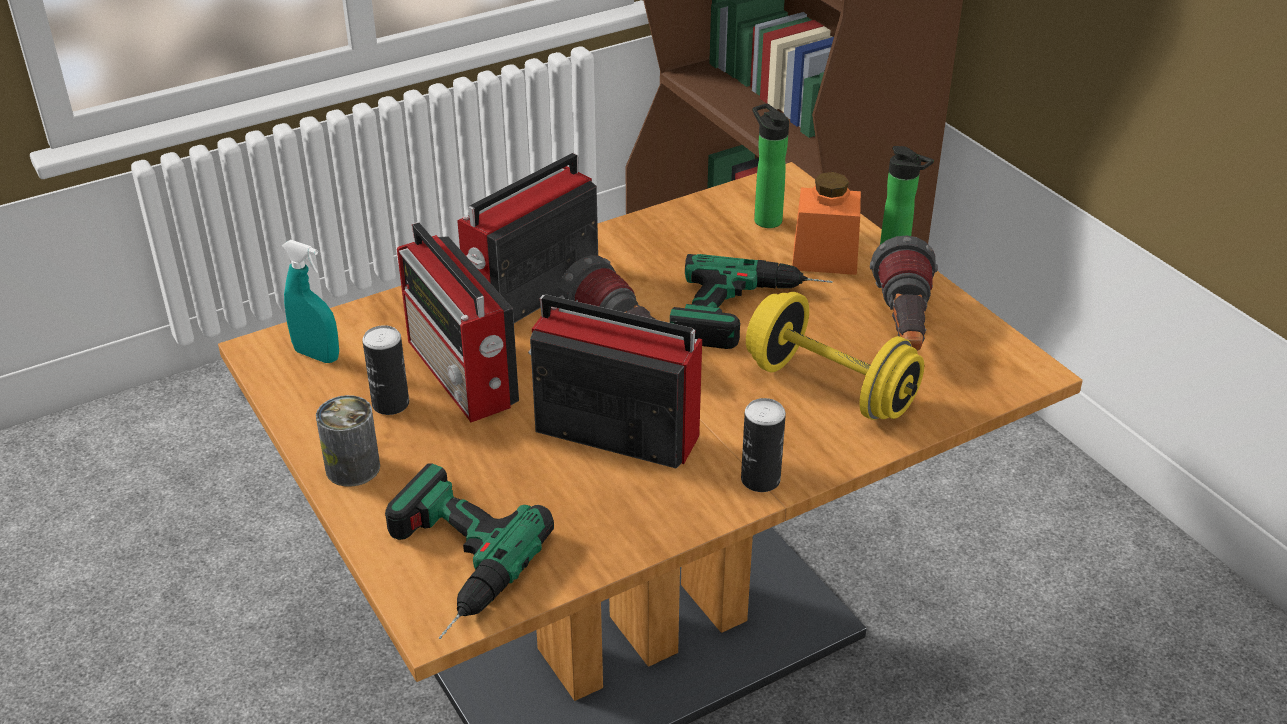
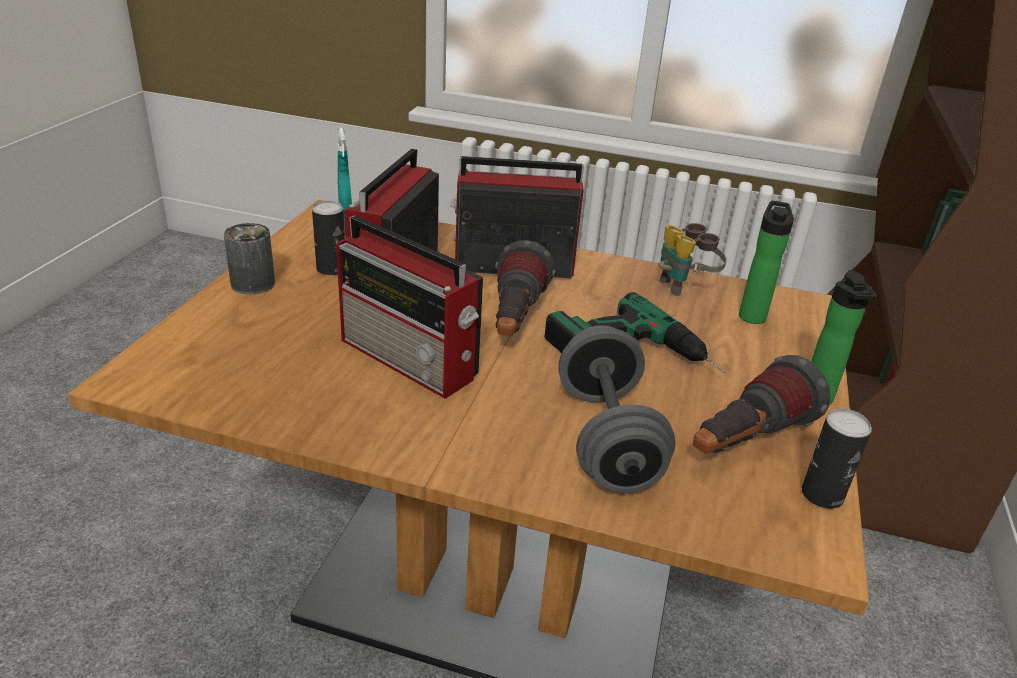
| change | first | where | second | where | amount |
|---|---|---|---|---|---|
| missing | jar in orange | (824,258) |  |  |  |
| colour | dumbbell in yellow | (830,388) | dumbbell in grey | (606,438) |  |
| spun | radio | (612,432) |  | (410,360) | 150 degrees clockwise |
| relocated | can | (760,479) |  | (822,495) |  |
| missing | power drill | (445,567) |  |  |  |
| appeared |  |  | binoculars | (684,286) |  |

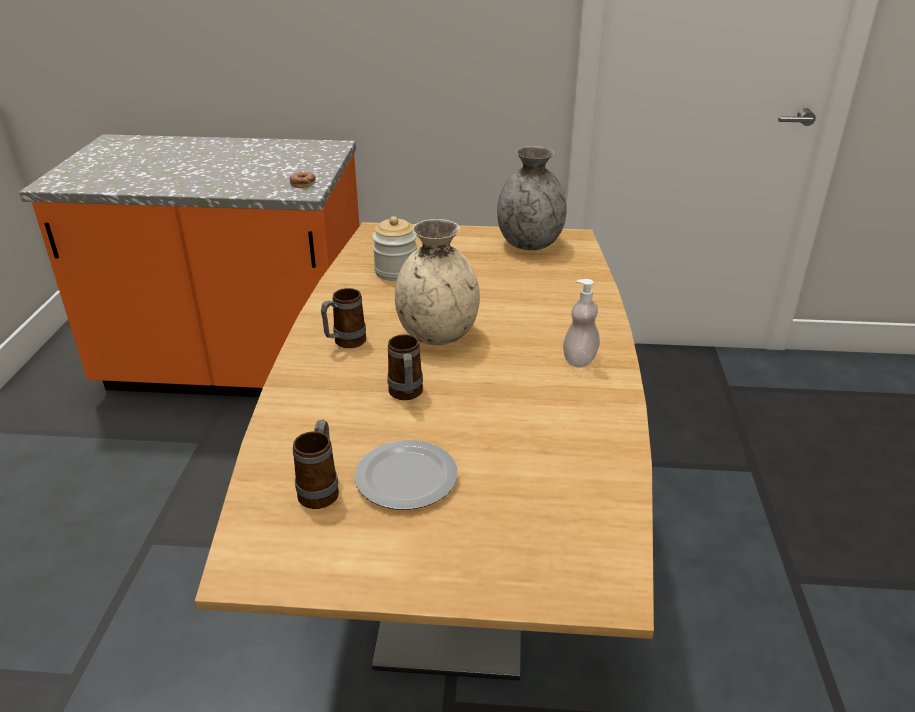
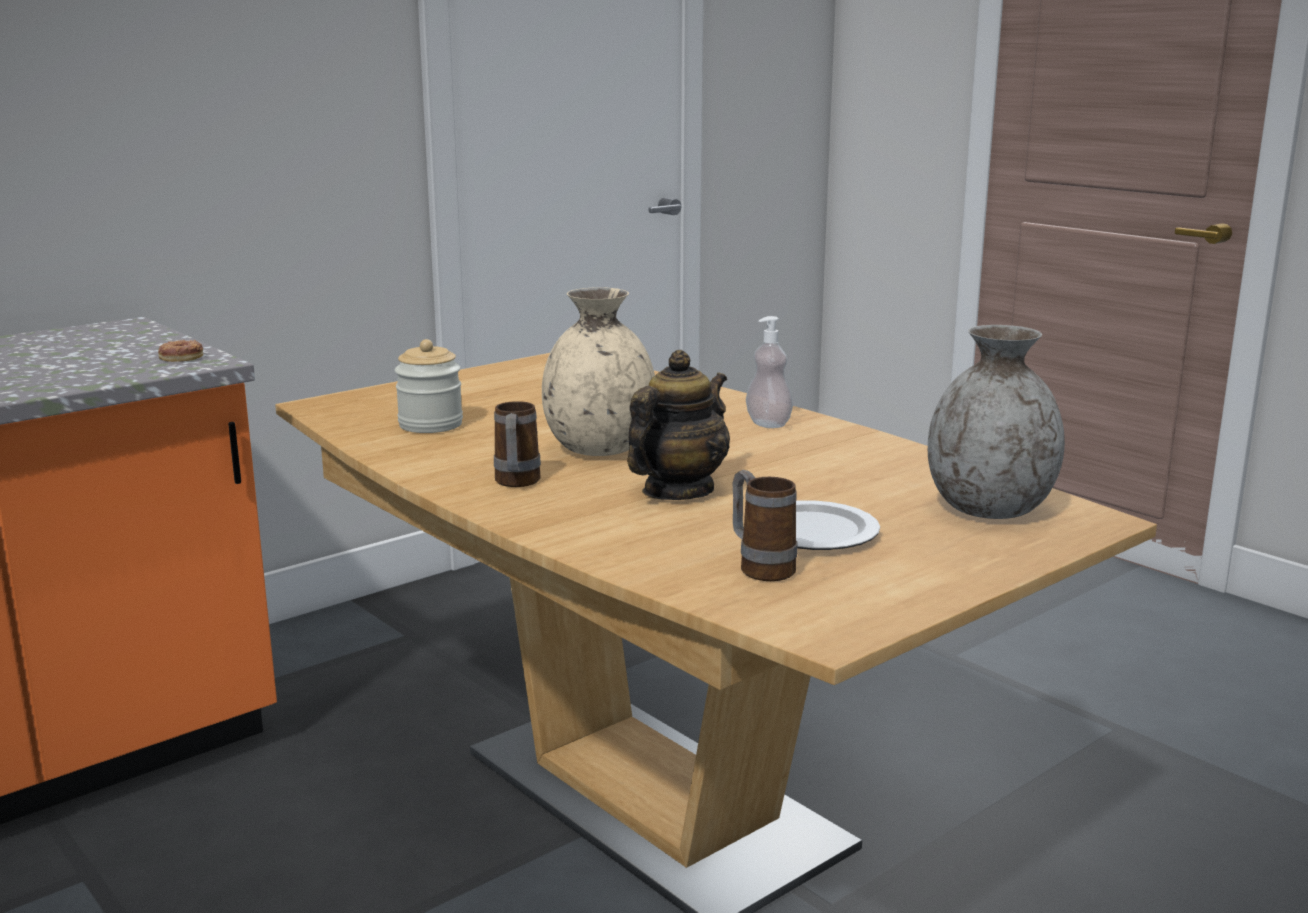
| change | first | where | second | where | amount |
|---|---|---|---|---|---|
| relocated | vase in grey | (529,243) |  | (988,509) |  |
| exchanged | mug | (406,395) | teapot | (677,491) |  |

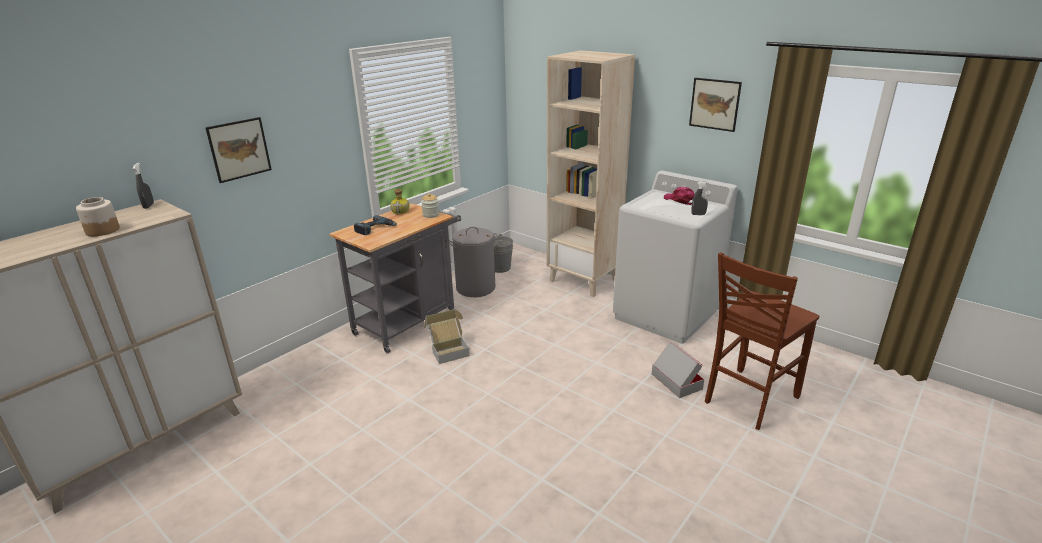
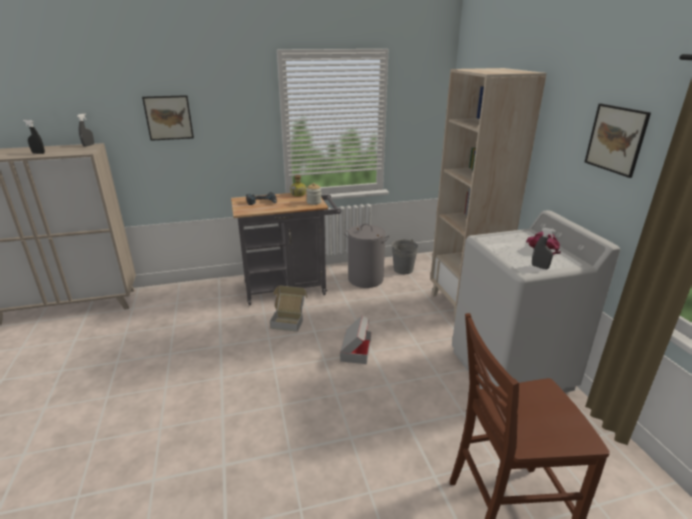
| change | first | where | second | where | amount |
|---|---|---|---|---|---|
| exchanged | jar | (102,230) | spray bottle in black | (38,153) |  |
| relocated | cardboard box | (676,381) |  | (356,350) |  |

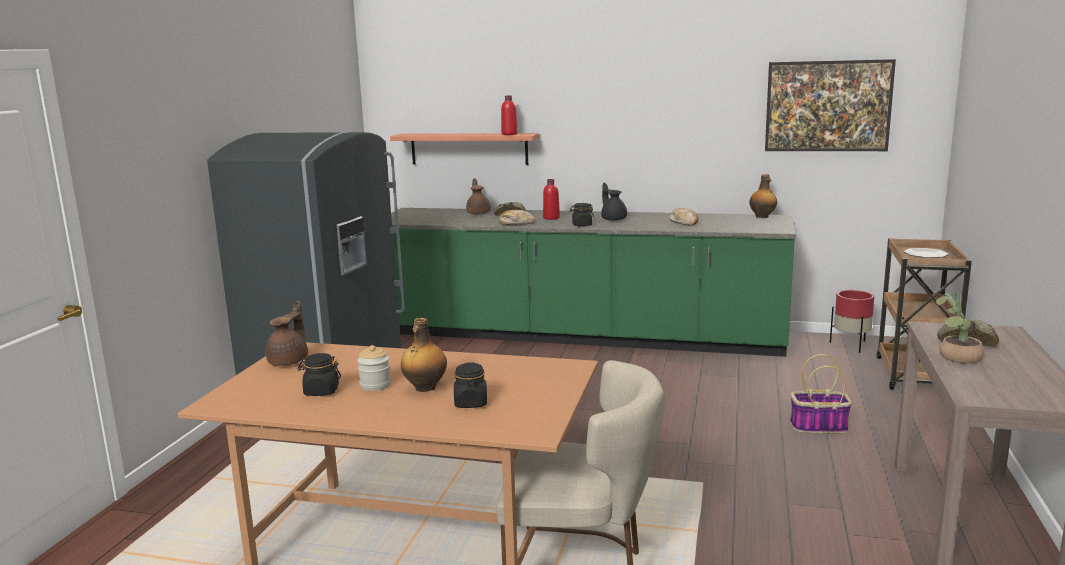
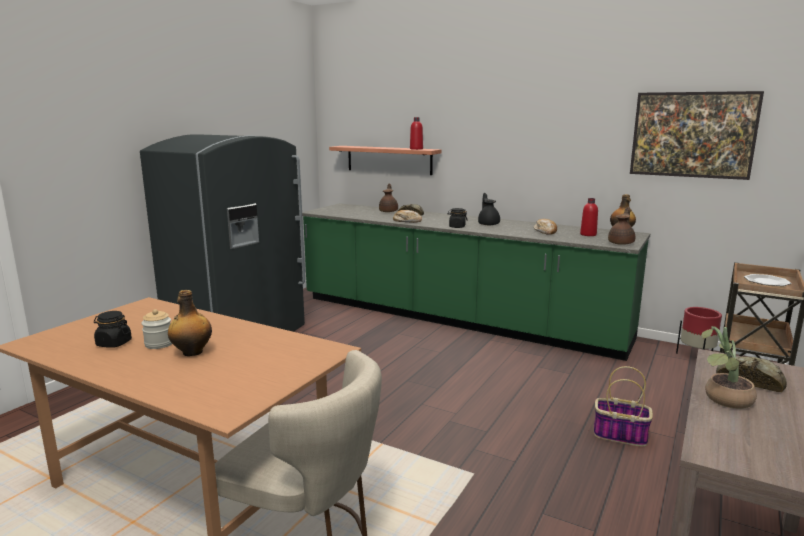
| change | first | where | second | where | amount |
|---|---|---|---|---|---|
| relocated | bottle in red | (551,218) |  | (588,234) |  |
| relocated | teapot in brown | (290,361) |  | (621,243) |  |
| missing | jar in black | (471,403) |  |  |  |

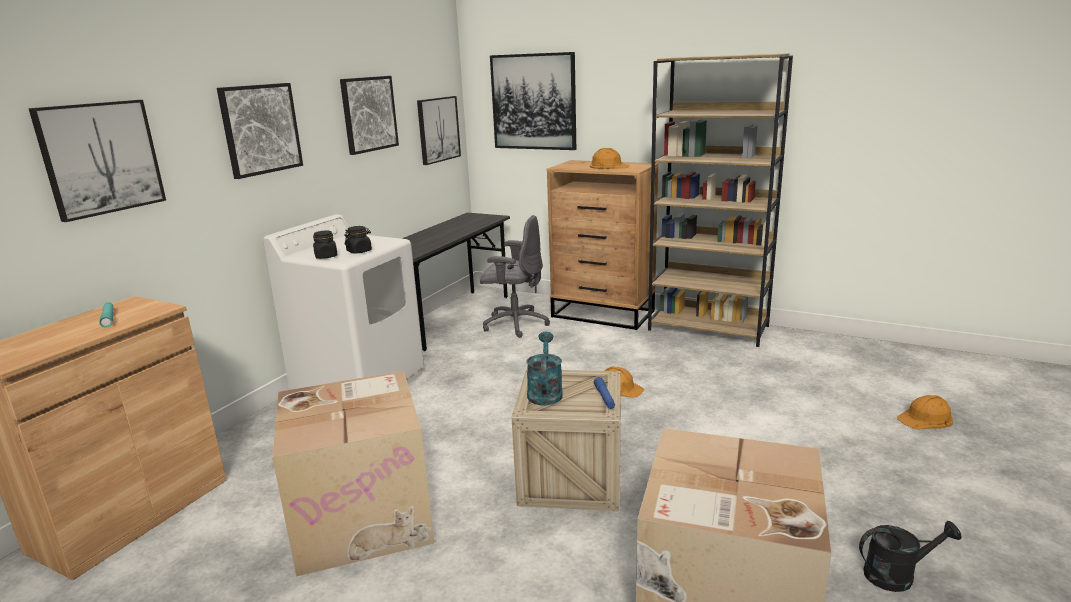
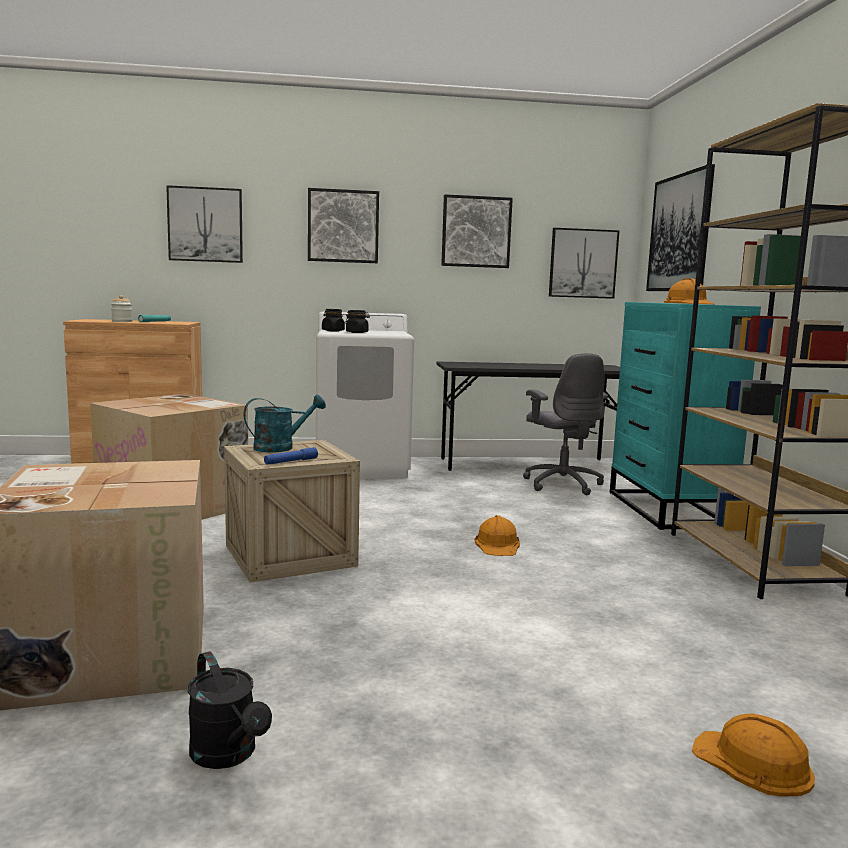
| change | first | where | second | where | amount |
|---|---|---|---|---|---|
| colour | dresser in brown | (603,314) | dresser in turquoise | (667,509) |  |
| appeared |  |  | jar | (122,321) |  |

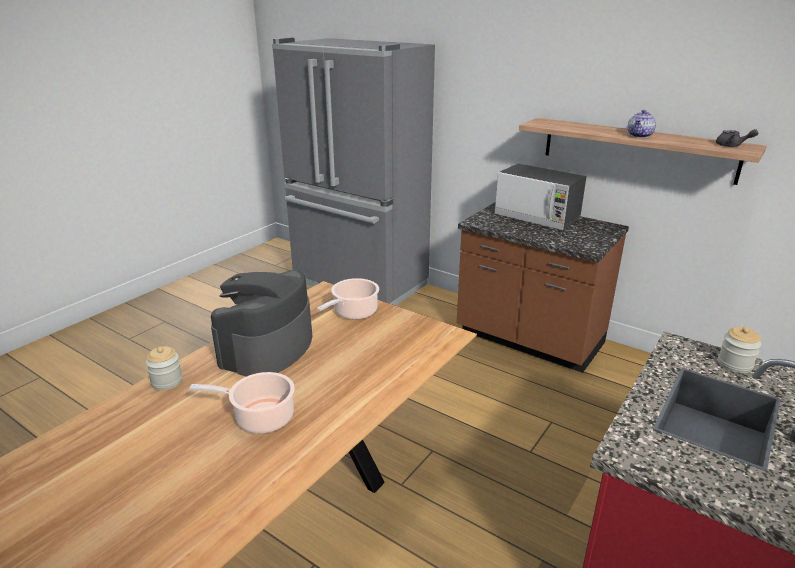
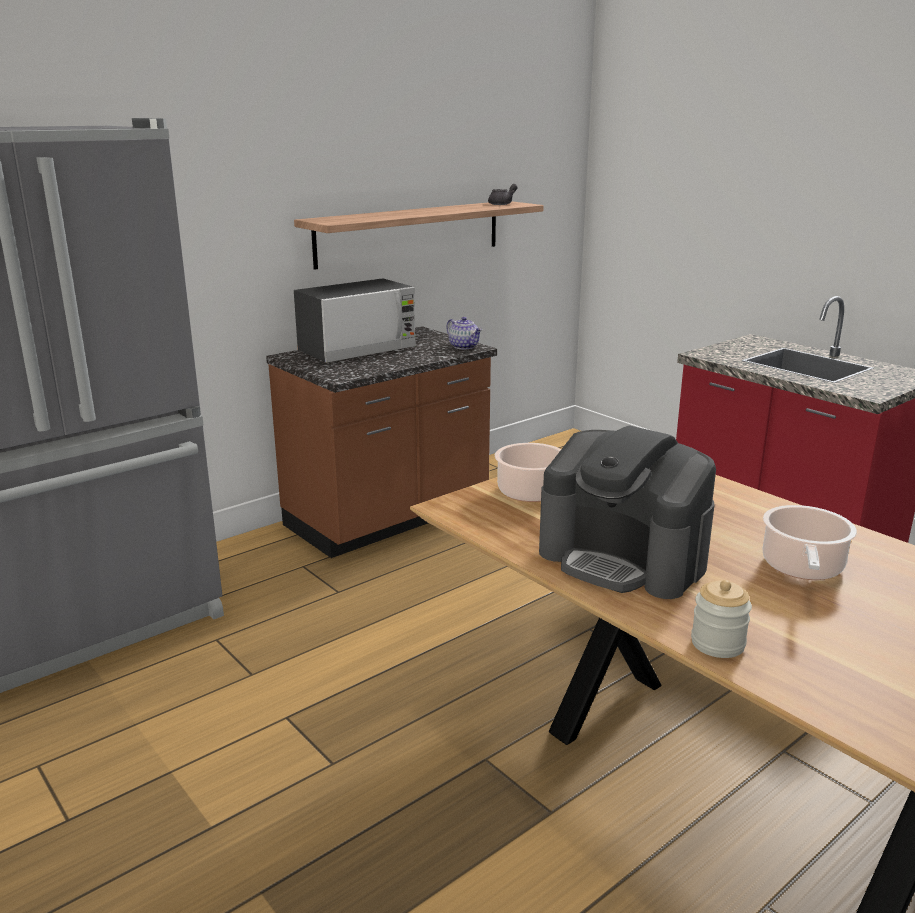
| change | first | where | second | where | amount |
|---|---|---|---|---|---|
| relocated | teapot | (640,136) |  | (464,346) |  |
| missing | jar | (734,364) |  |  |  |

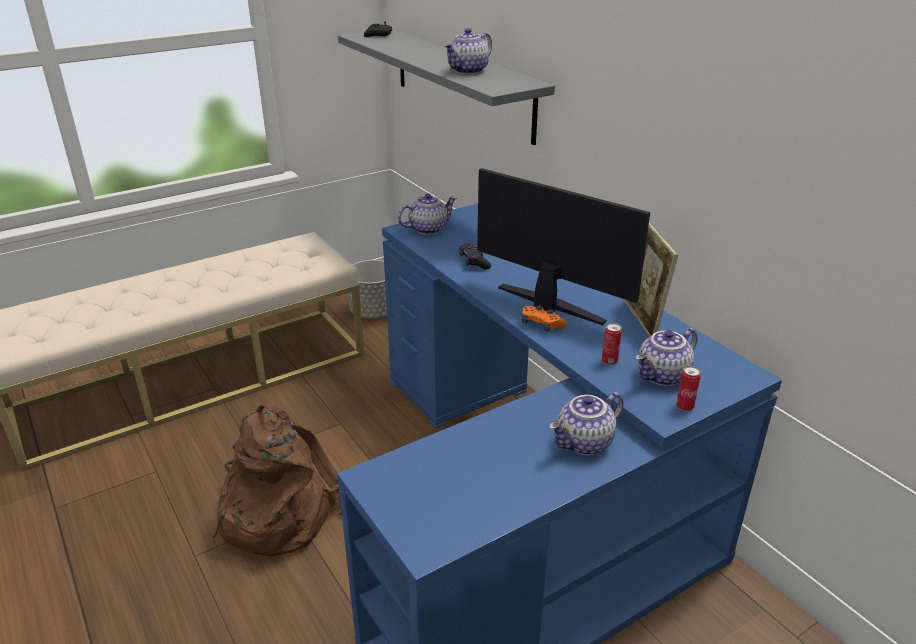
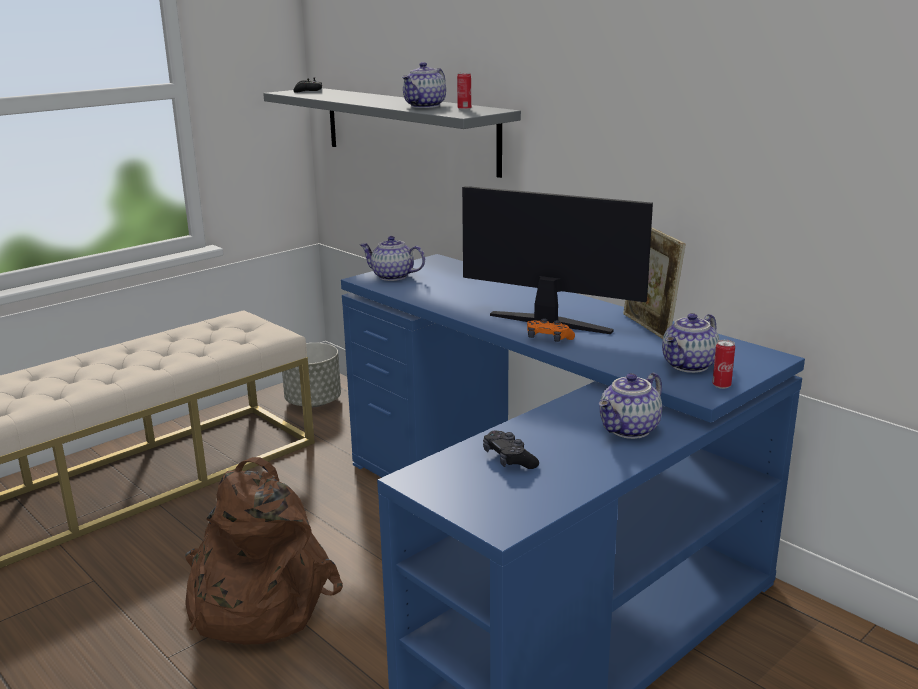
| change | first | where | second | where | amount |
|---|---|---|---|---|---|
| spun | teapot | (428,229) |  | (392,276) | 120 degrees counterclockwise |
| relocated | game controller in black | (474,262) |  | (509,459) |  |
| relocated | can | (609,361) |  | (464,109) |  |

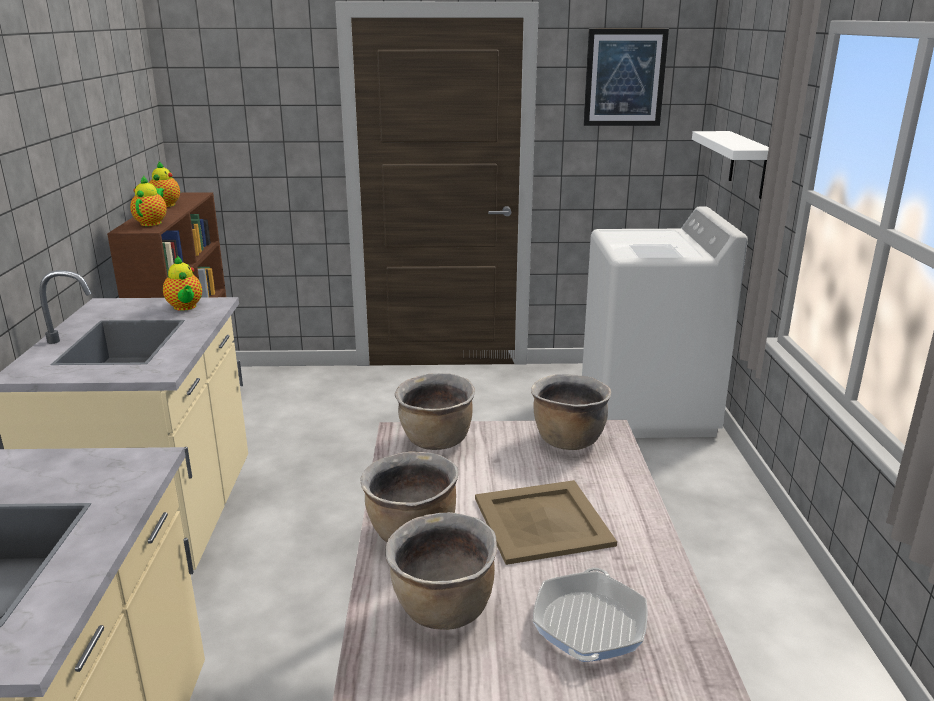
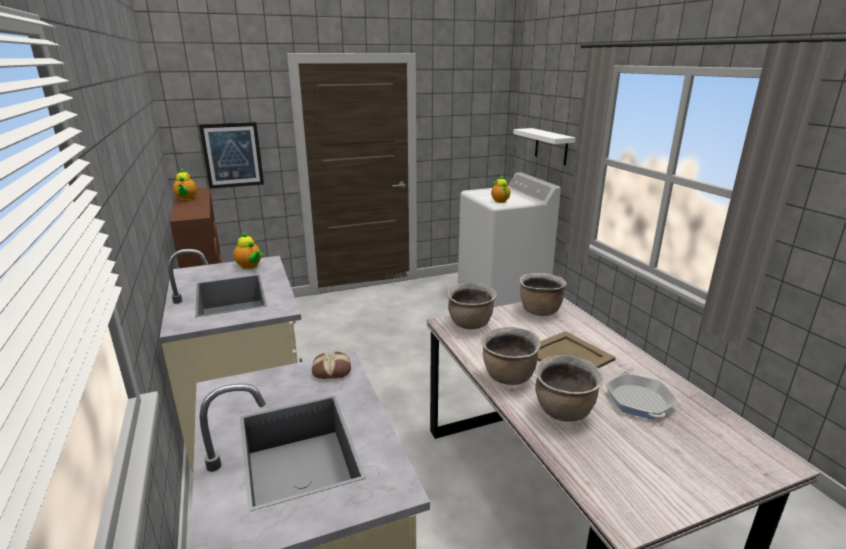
| change | first | where | second | where | amount |
|---|---|---|---|---|---|
| relocated | picture | (624,78) |  | (232,155) |  |
| relocated | teapot | (152,223) |  | (499,201) |  |
| appeared |  |  | bread | (332,370) |  |

